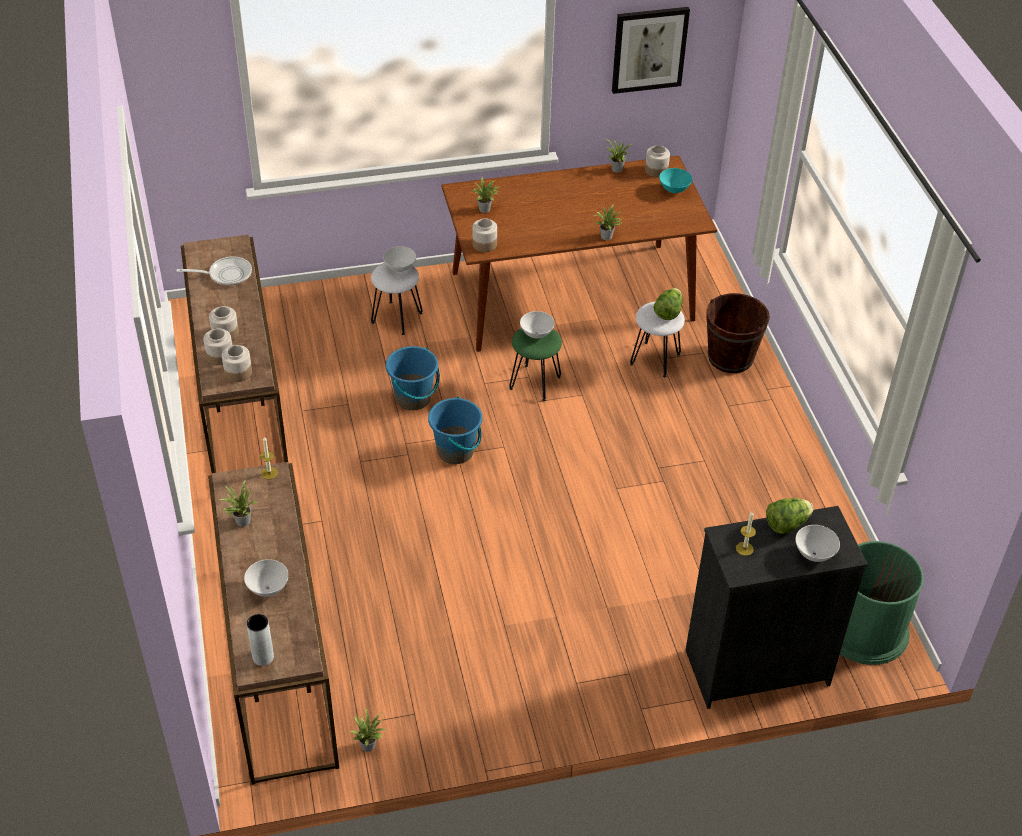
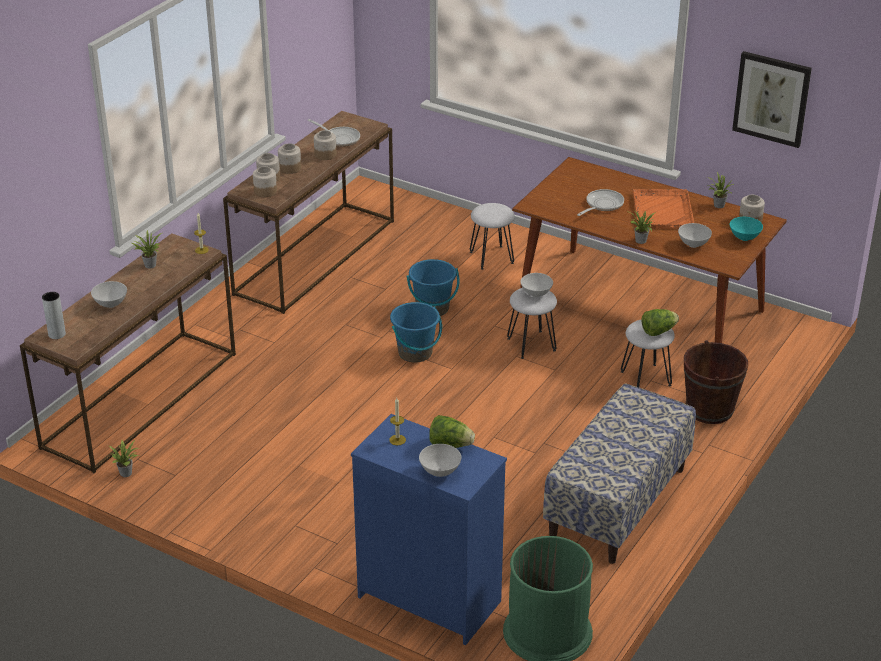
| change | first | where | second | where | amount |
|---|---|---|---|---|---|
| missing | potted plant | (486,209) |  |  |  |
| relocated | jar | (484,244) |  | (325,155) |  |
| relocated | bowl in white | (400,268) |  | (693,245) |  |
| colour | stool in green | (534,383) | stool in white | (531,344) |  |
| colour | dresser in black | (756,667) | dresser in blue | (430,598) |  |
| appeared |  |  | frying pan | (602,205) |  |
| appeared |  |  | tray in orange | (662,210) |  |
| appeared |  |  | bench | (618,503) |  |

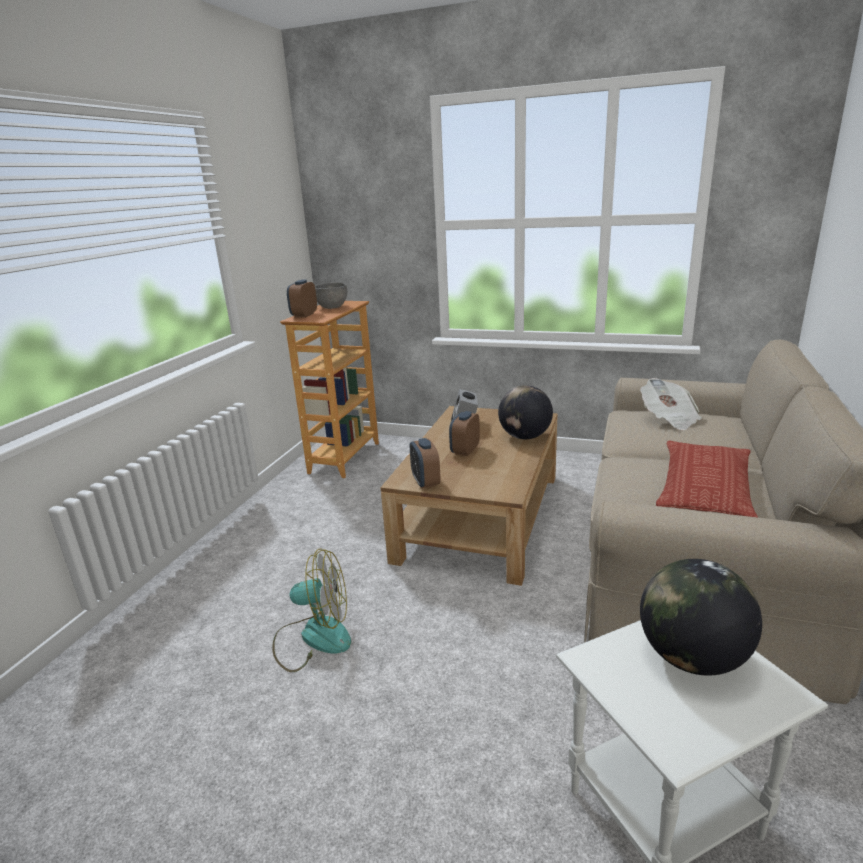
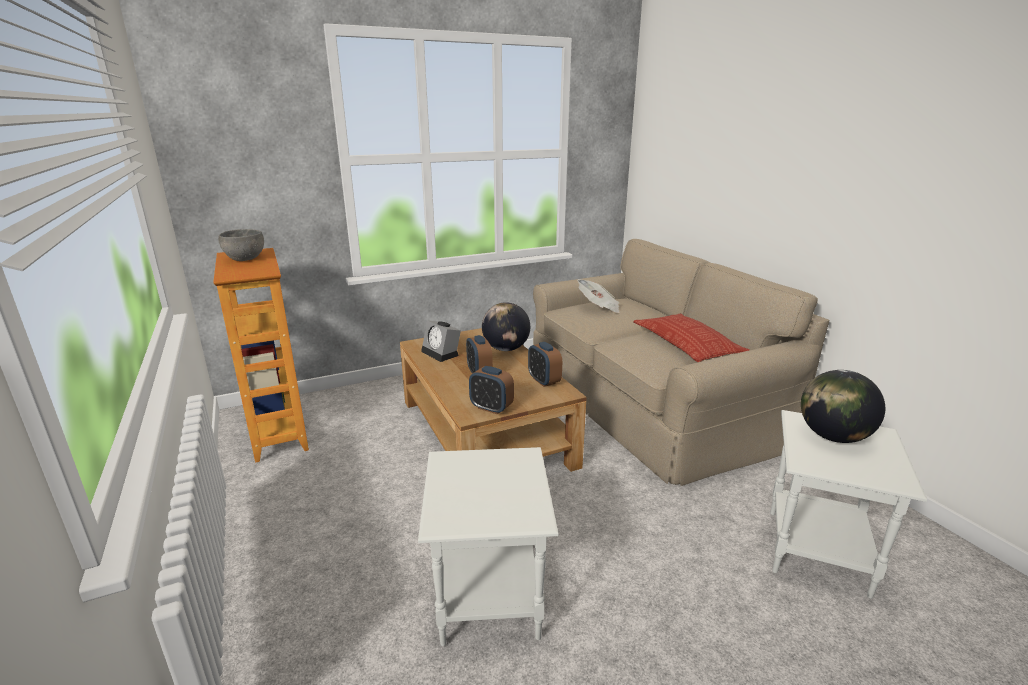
| change | first | where | second | where | amount |
|---|---|---|---|---|---|
| relocated | alarm clock | (304,315) |  | (544,381) |  |
| exchanged | fan | (313,637) | side table in white | (489,596) |  |

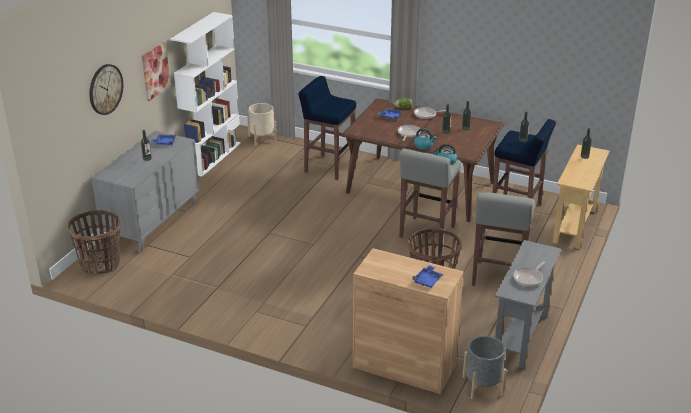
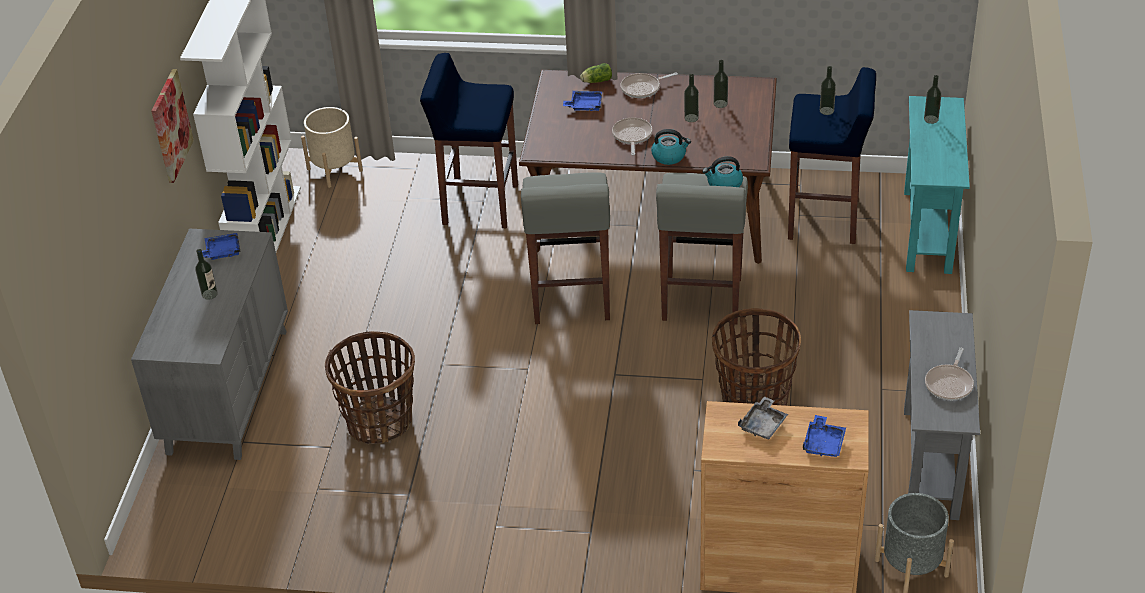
| change | first | where | second | where | amount |
|---|---|---|---|---|---|
| missing | wall clock | (105,89) |  |  |  |
| colour | console table in beige | (575,226) | console table in turquoise | (927,231) |  |
| relocated | stool in grey | (498,277) |  | (571,300) |  |
| relocated | basket | (100,264) |  | (379,422) |  |
| appeared |  |  | tray in grey | (763,424) |  |

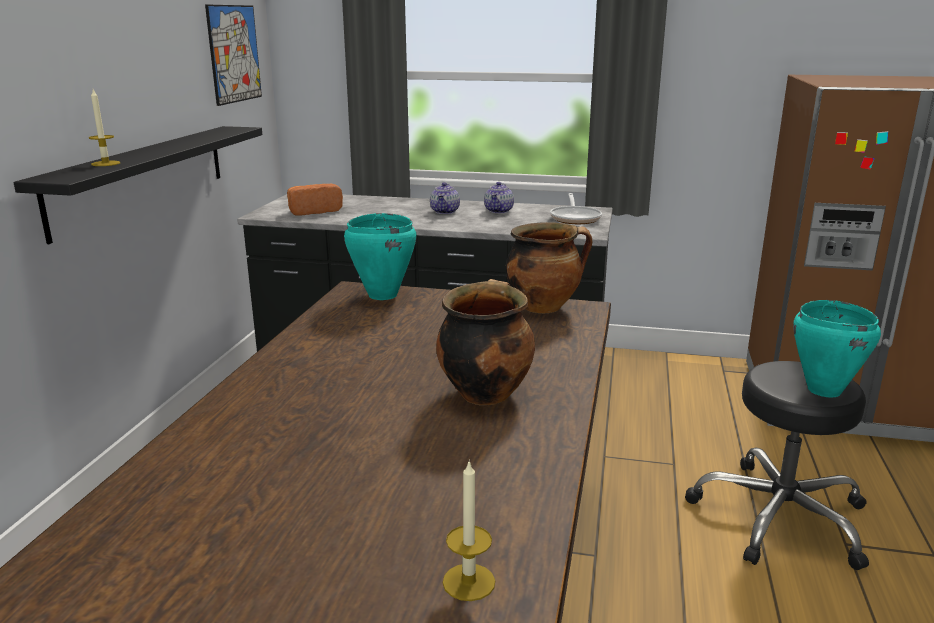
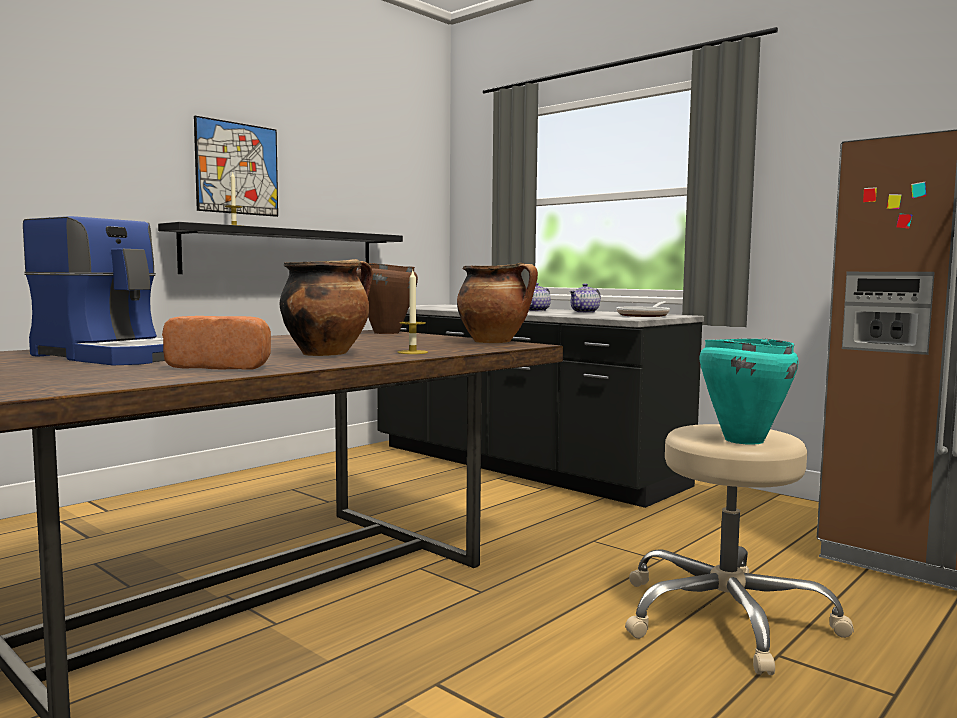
| change | first | where | second | where | amount |
|---|---|---|---|---|---|
| relocated | picture | (234,54) |  | (237,168) |  |
| relocated | bread | (313,211) |  | (223,367) |  |
| colour | cooking pot in turquoise | (382,295) | cooking pot in brown | (385,333) |  |
| colour | stool in black | (779,517) | stool in beige | (724,618) |  |
| relocated | candle | (469,582) |  | (412,352) |  |
| appeared |  |  | coffee machine | (115,356) |  |

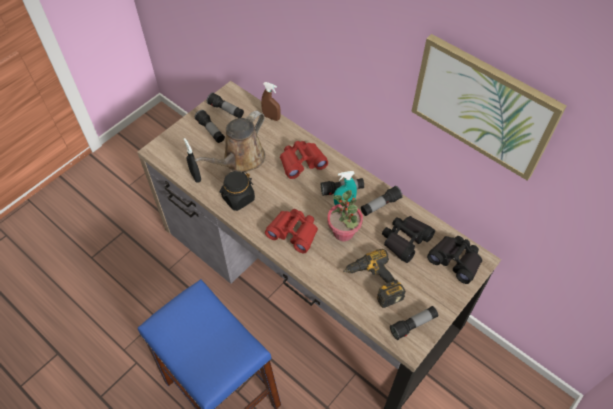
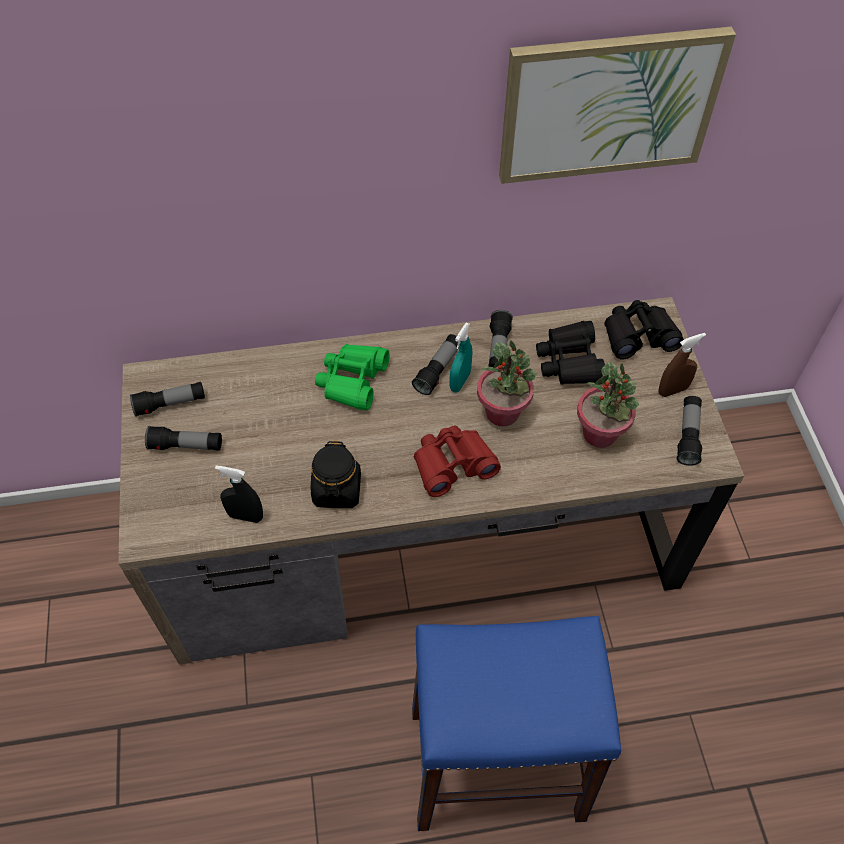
| change | first | where | second | where | amount |
|---|---|---|---|---|---|
| relocated | spray bottle in brown | (271,117) |  | (673,390) |  |
| missing | watering can in brown | (241,159) |  |  |  |
| colour | binoculars in red | (302,162) | binoculars in green | (352,381) |  |
| exchanged | power drill | (373,283) | potted plant | (600,434) |  |

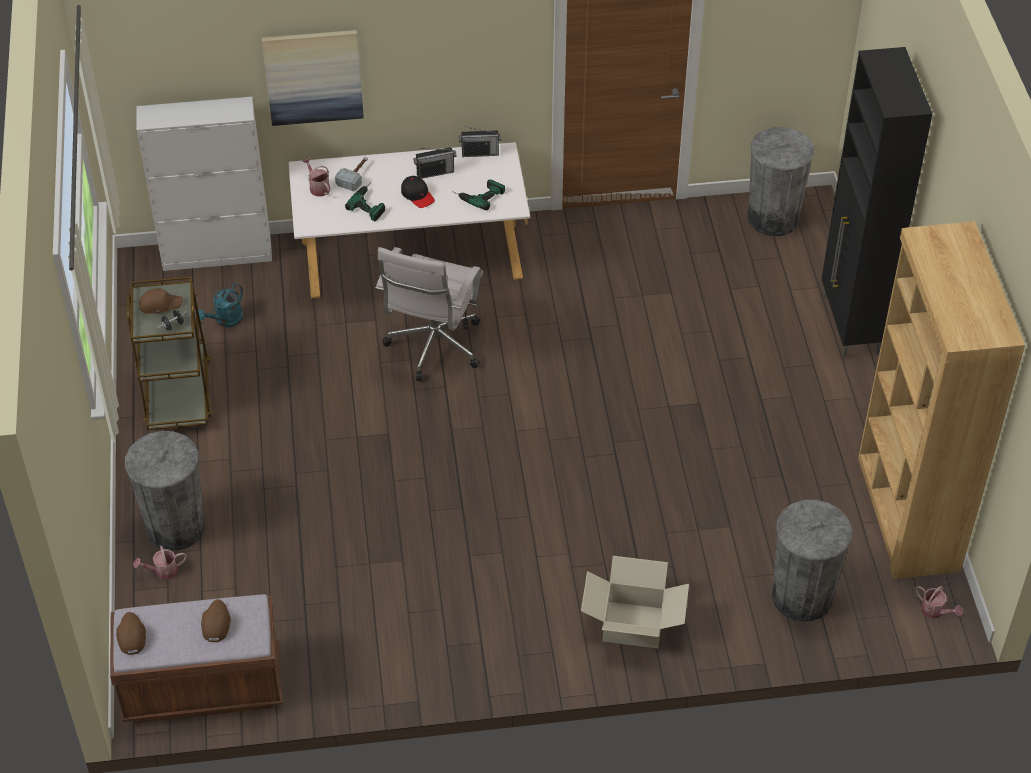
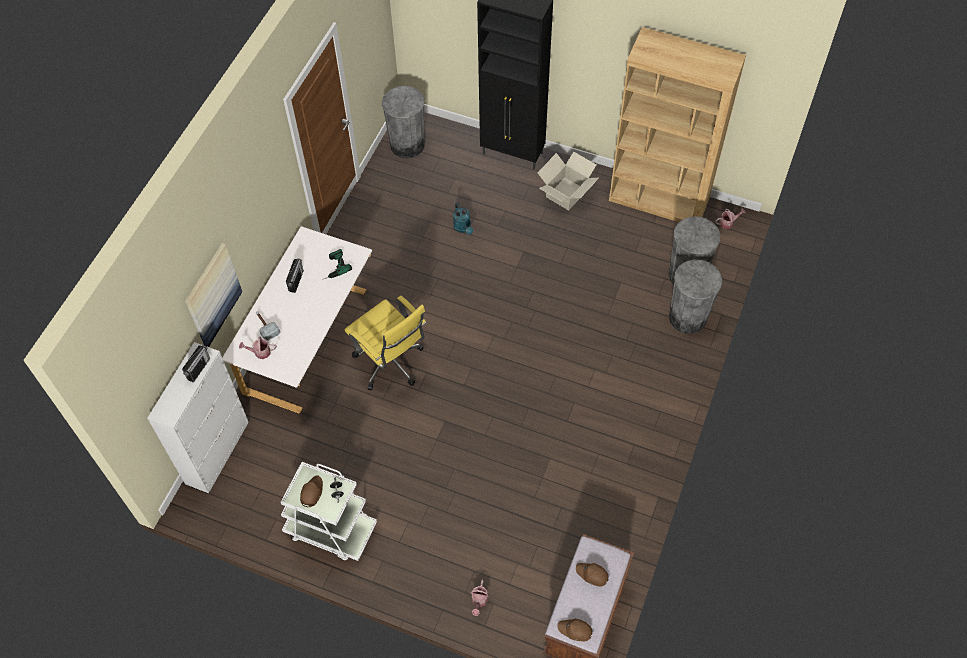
| change | first | where | second | where | amount |
|---|---|---|---|---|---|
| relocated | radio | (480,153) |  | (198,369) |  |
| missing | cap in black | (417,195) |  |  |  |
| missing | power drill | (371,202) |  |  |  |
| colour | office chair in white | (433,349) | office chair in yellow | (391,364) |  |
| colour | cart in brown | (178,393) | cart in white | (330,530) |  |
| relocated | watering can in turquoise | (225,321) |  | (463,228) |  |
| relocated | trash can in grey | (176,527) |  | (687,317) |  |
| relocated | cardboard box | (633,625) |  | (567,193) |  |

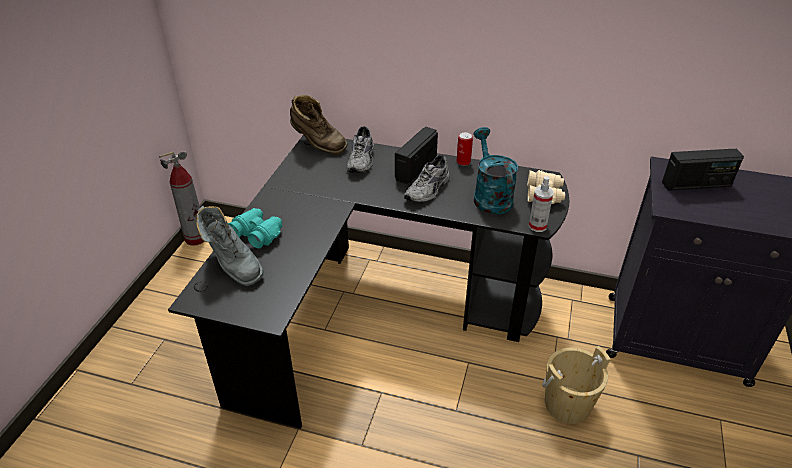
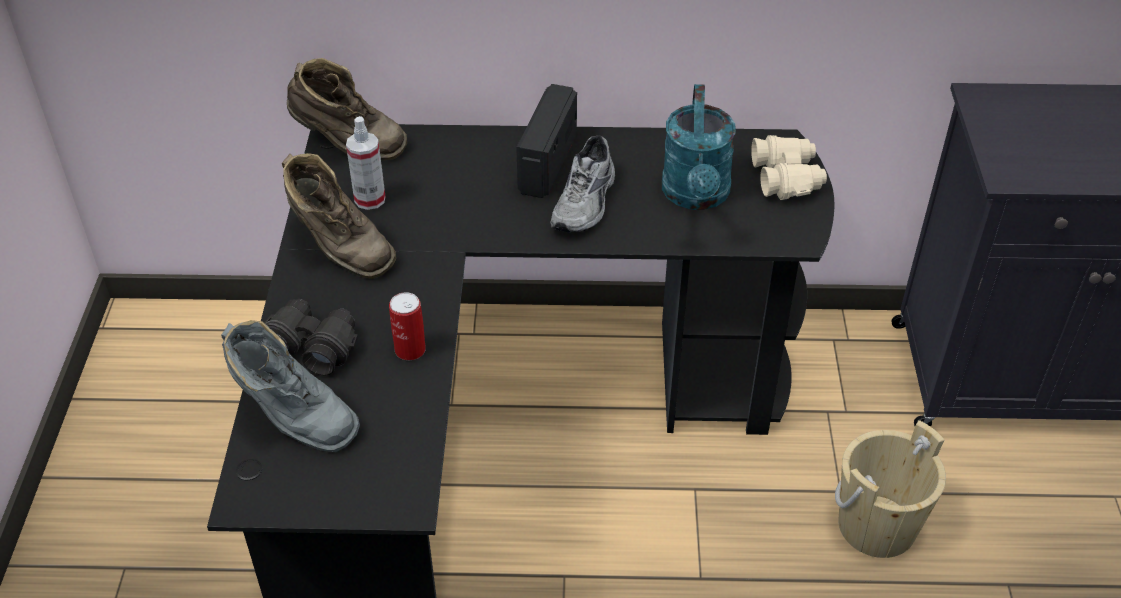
| change | first | where | second | where | amount |
|---|---|---|---|---|---|
| missing | shoe in grey | (362,160) |  |  |  |
| spun | watering can in turquoise | (490,196) |  | (696,196) | 150 degrees counterclockwise |
| relocated | can | (463,162) |  | (410,350) |  |
| missing | radio | (696,184) |  |  |  |
| missing | fire extinguisher | (196,238) |  |  |  |
| relocated | spray bottle | (537,226) |  | (370,199) |  |
| colour | binoculars in turquoise | (257,233) | binoculars in black | (310,346) |  |
| appeared |  |  | boot in brown | (339,249) |  |

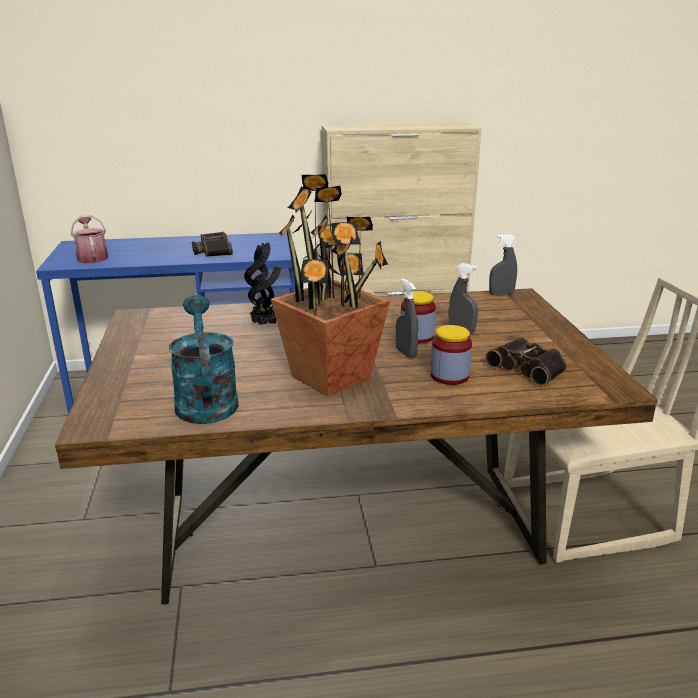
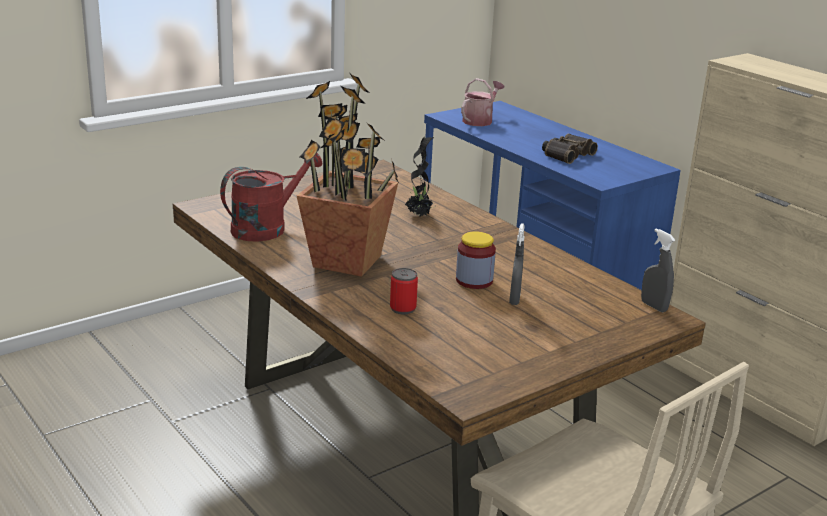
| change | first | where | second | where | amount |
|---|---|---|---|---|---|
| missing | spray bottle in grey | (406,353) |  |  |  |
| colour | watering can in turquoise | (205,399) | watering can in red | (267,227) |  |
| exchanged | jar | (449,376) | can | (403,308) |  |
| missing | binoculars | (529,368) |  |  |  |

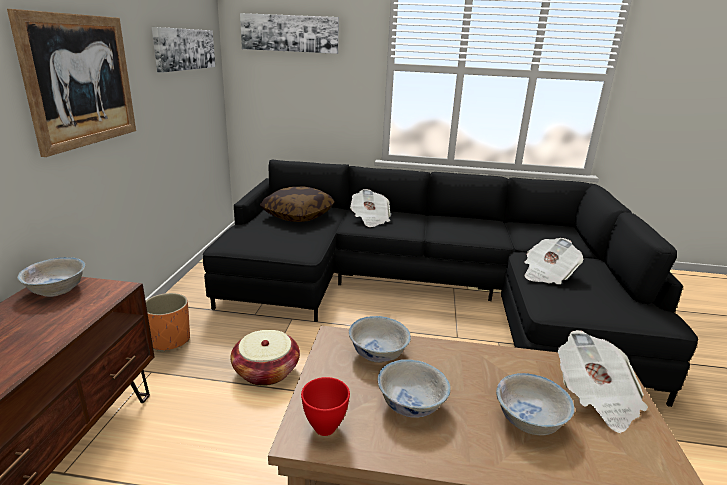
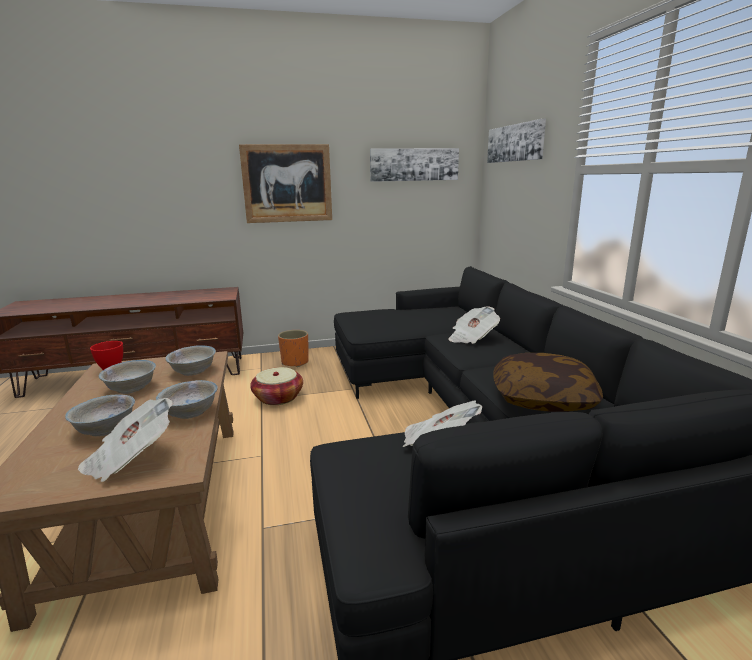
| change | first | where | second | where | amount |
|---|---|---|---|---|---|
| relocated | pillow | (298,215) |  | (543,398) |  |
| relocated | bowl in white | (57,289) |  | (191,412) |  |

